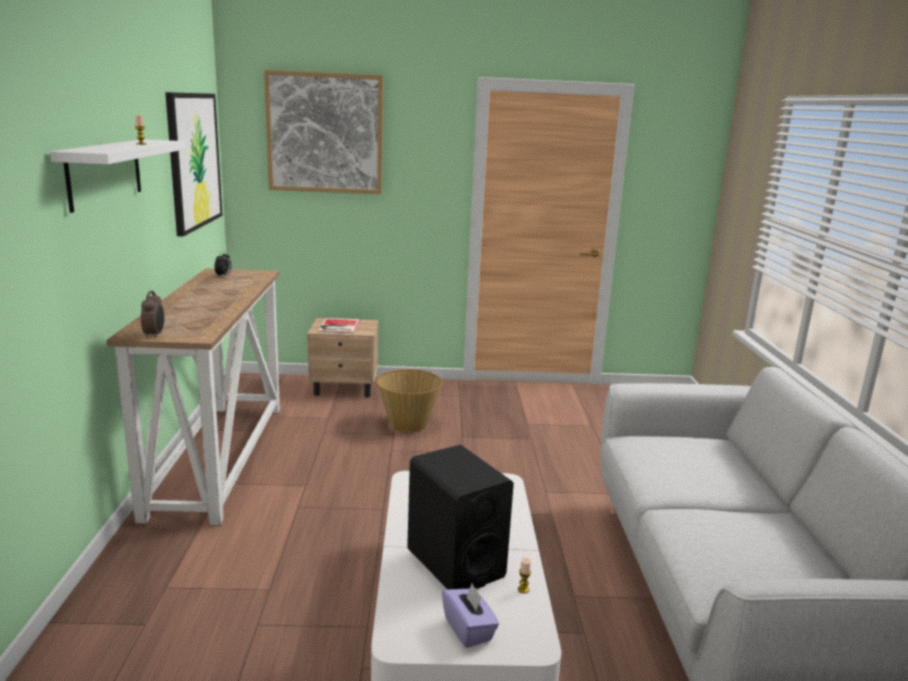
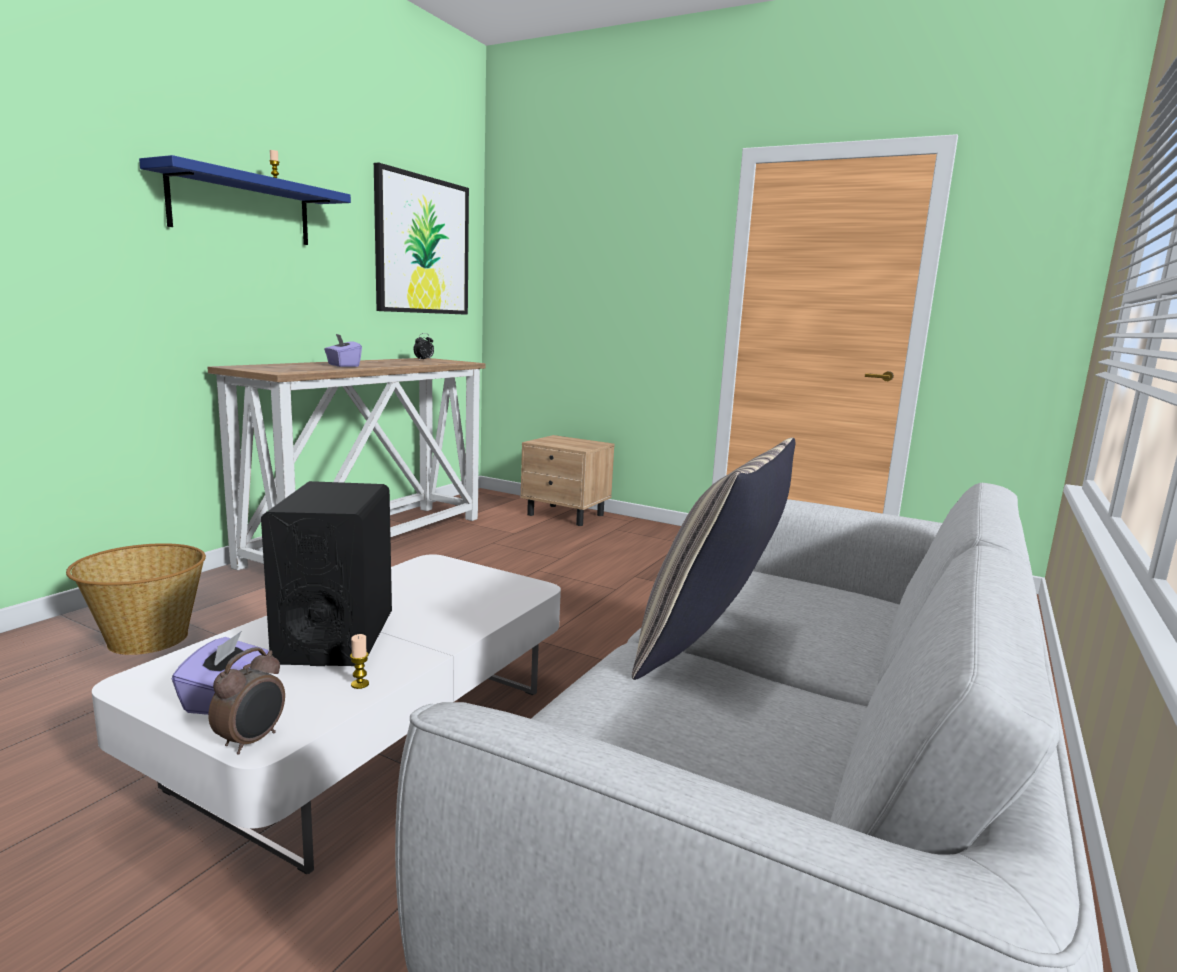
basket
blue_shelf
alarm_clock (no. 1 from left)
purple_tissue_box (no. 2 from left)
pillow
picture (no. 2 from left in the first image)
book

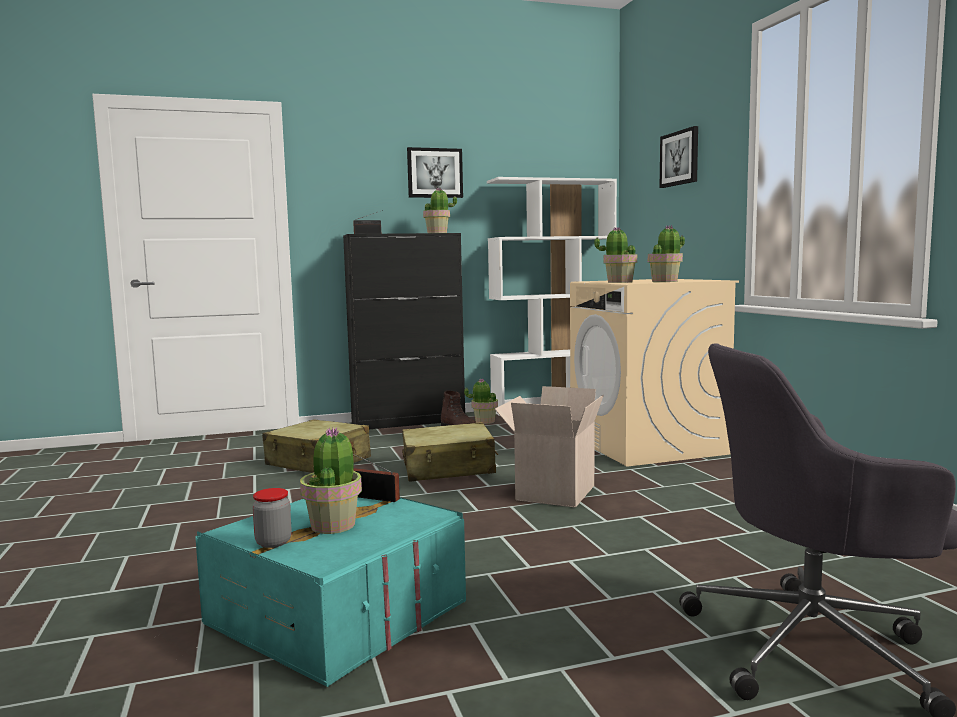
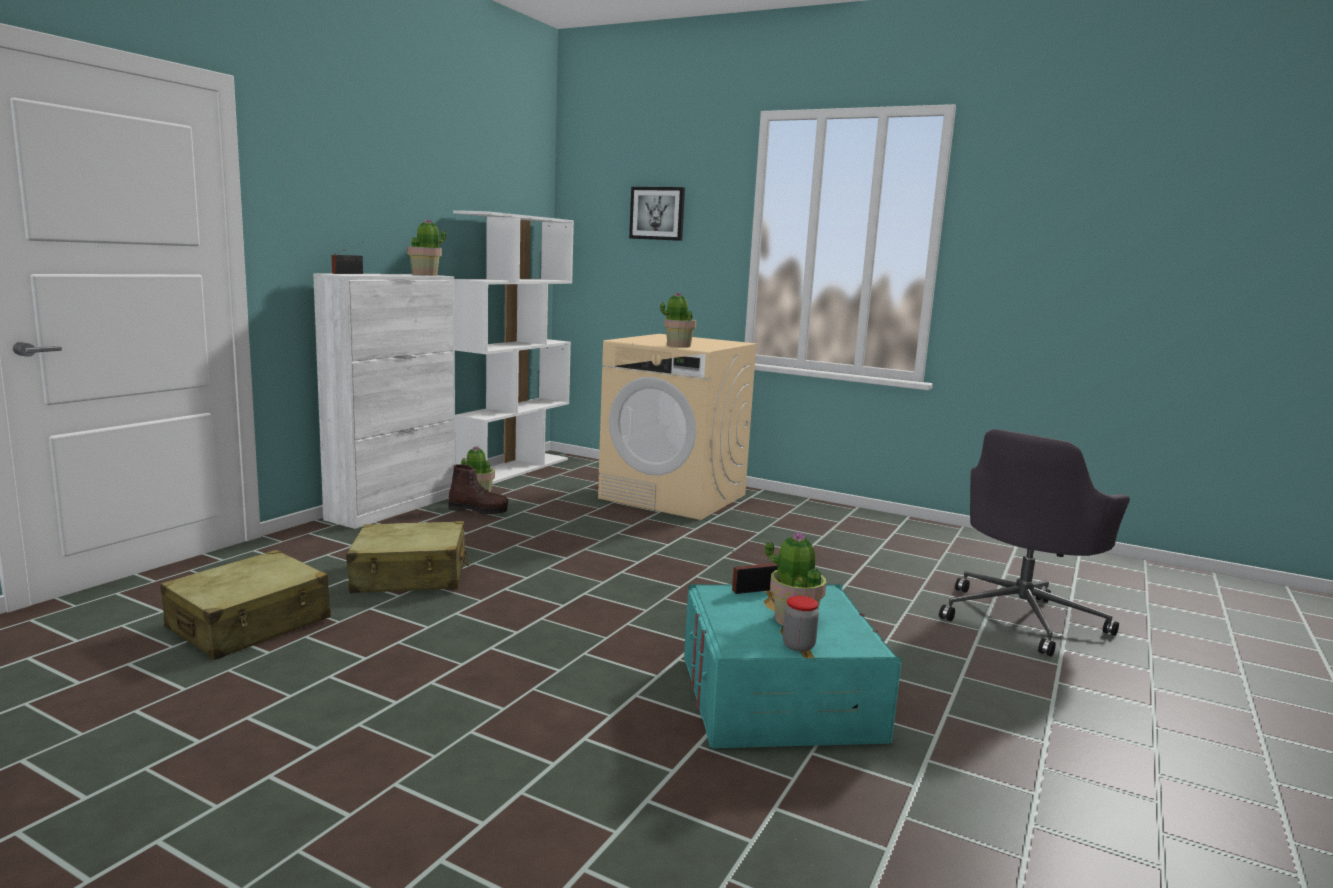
beige_suitcase (no. 1 from left)
white_cabinet
picture (no. 1 from left in the first image)
cardboard_box
potted_plant (no. 5 from left in the first image)

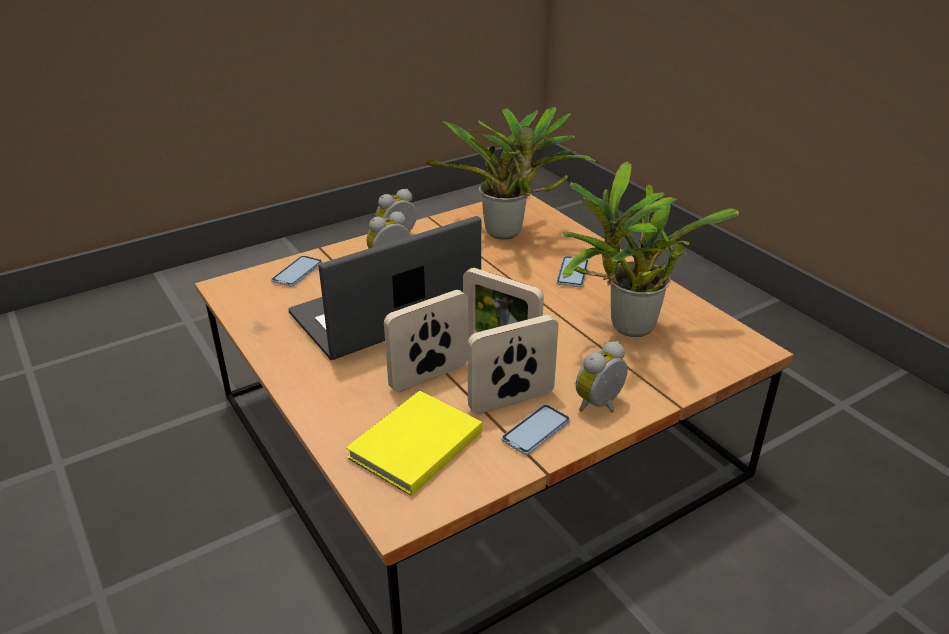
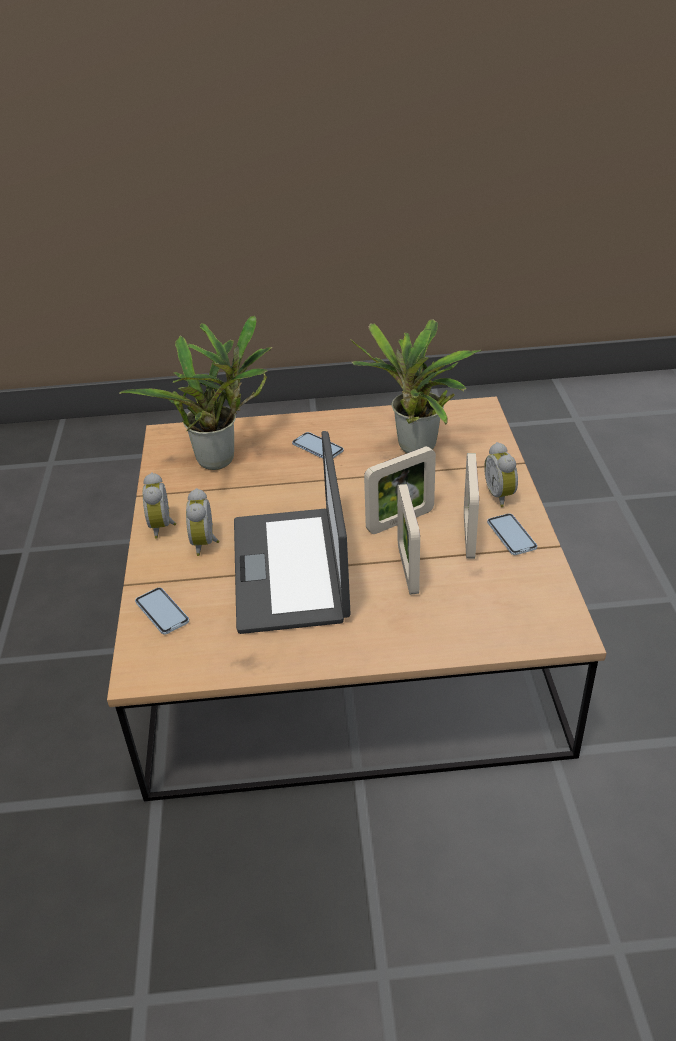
yellow_book

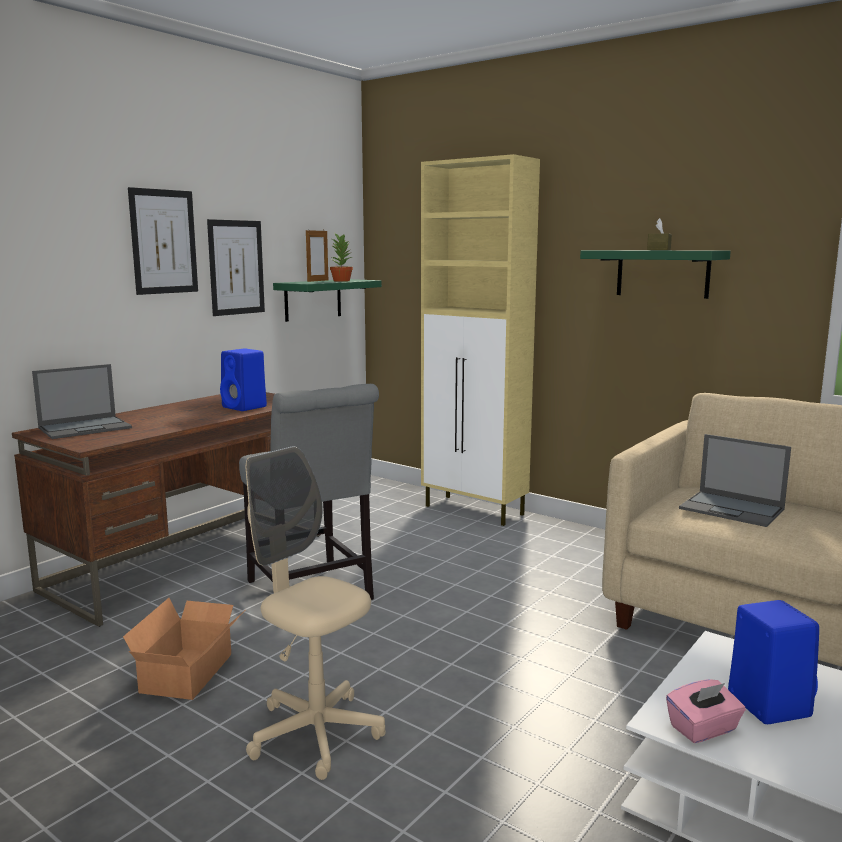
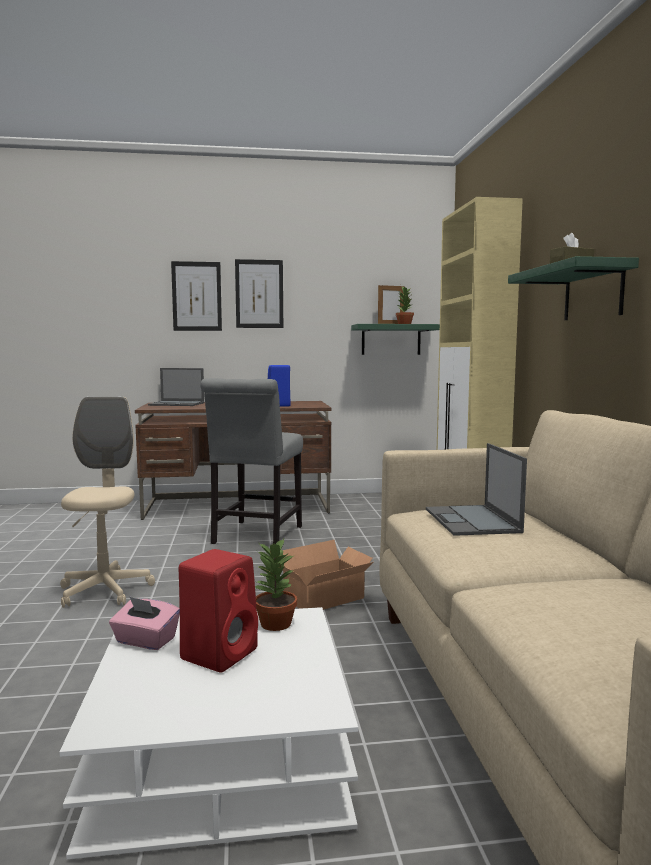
picture (no. 1 from left)
red_speaker
potted_plant (no. 1 from left)
cardboard_box

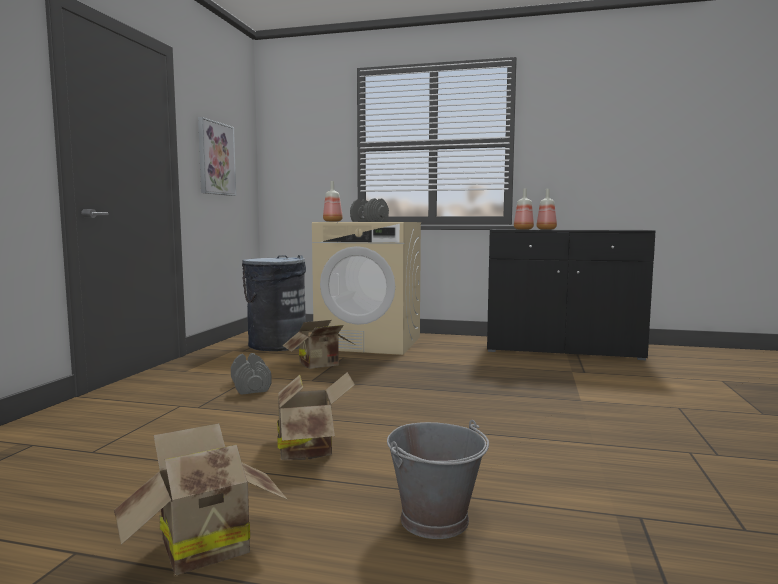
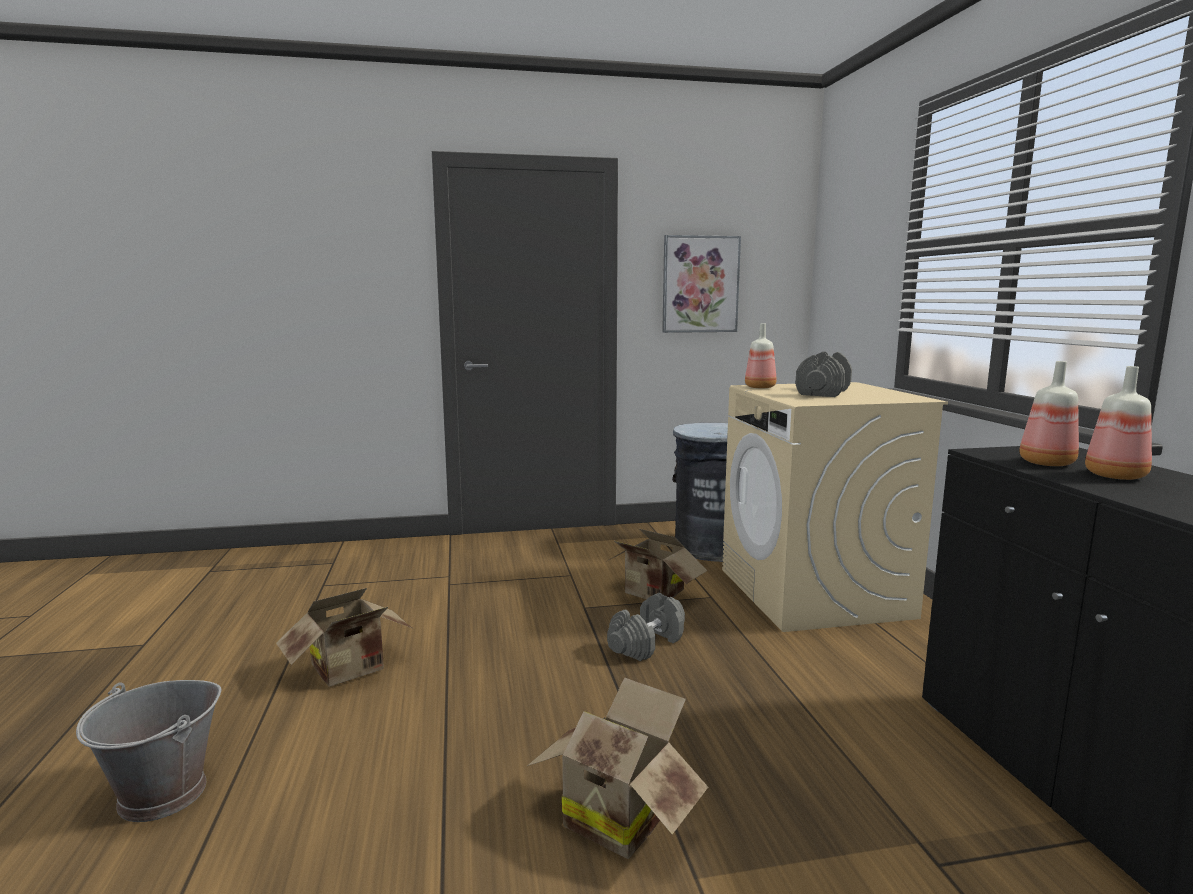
cardboard_box (no. 2 from left)
grey_dumbbell (no. 1 from left)

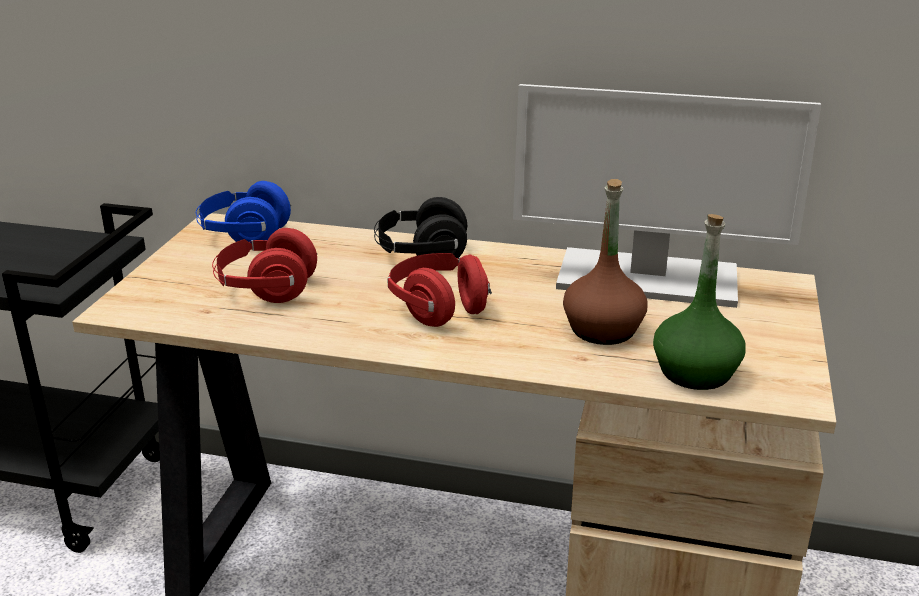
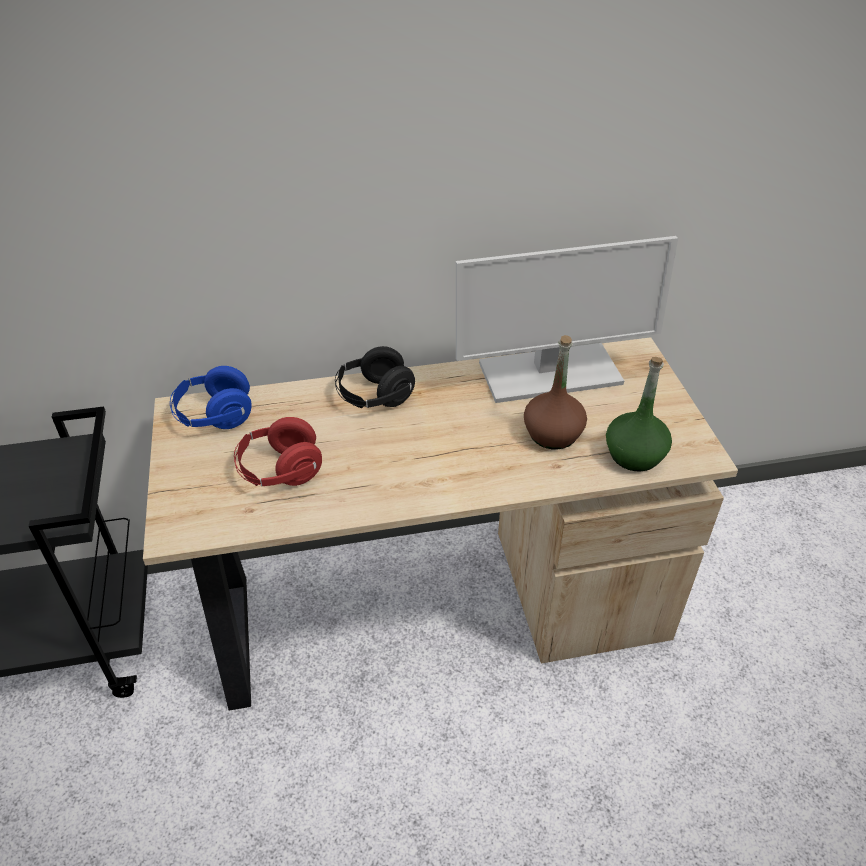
red_headphones (no. 2 from left in the first image)

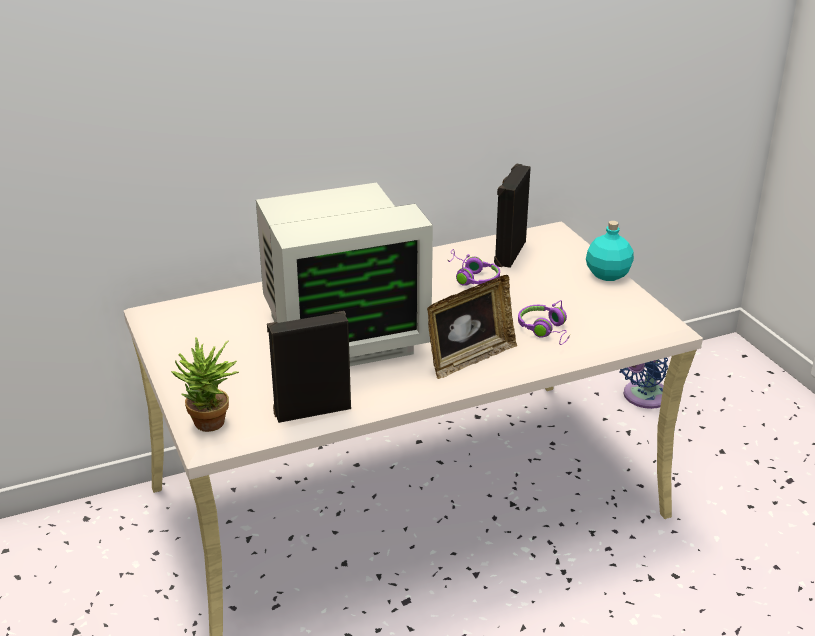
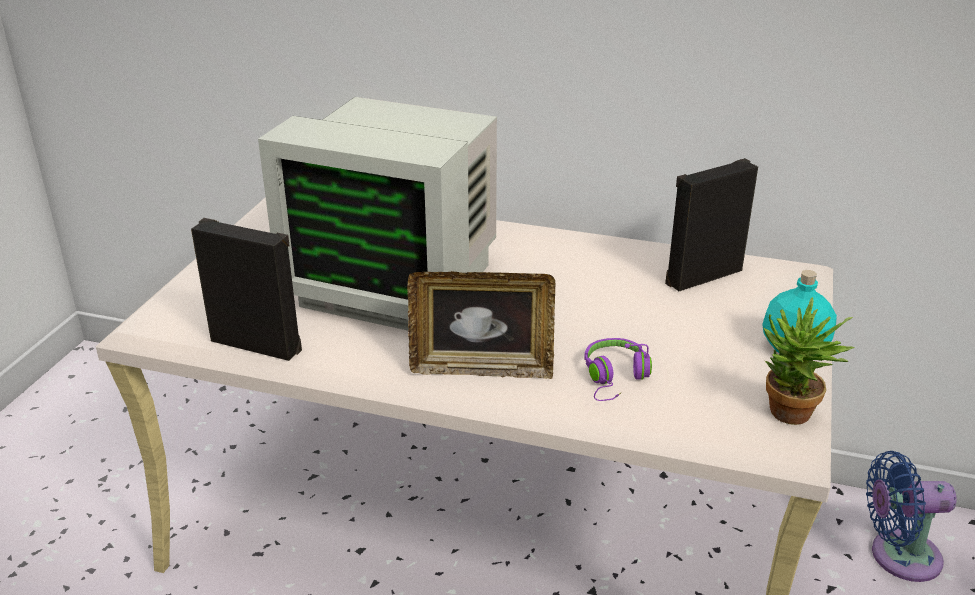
potted_plant
purple_headphones (no. 1 from left in the first image)

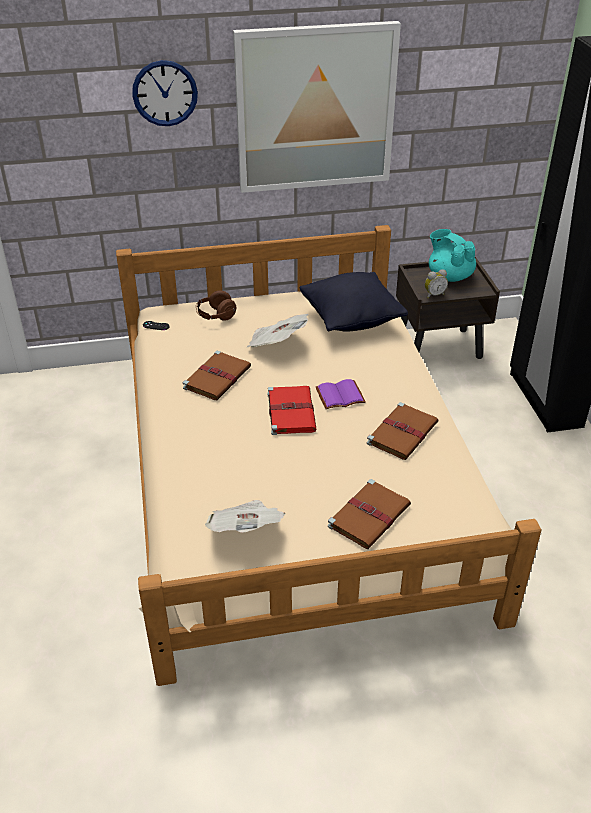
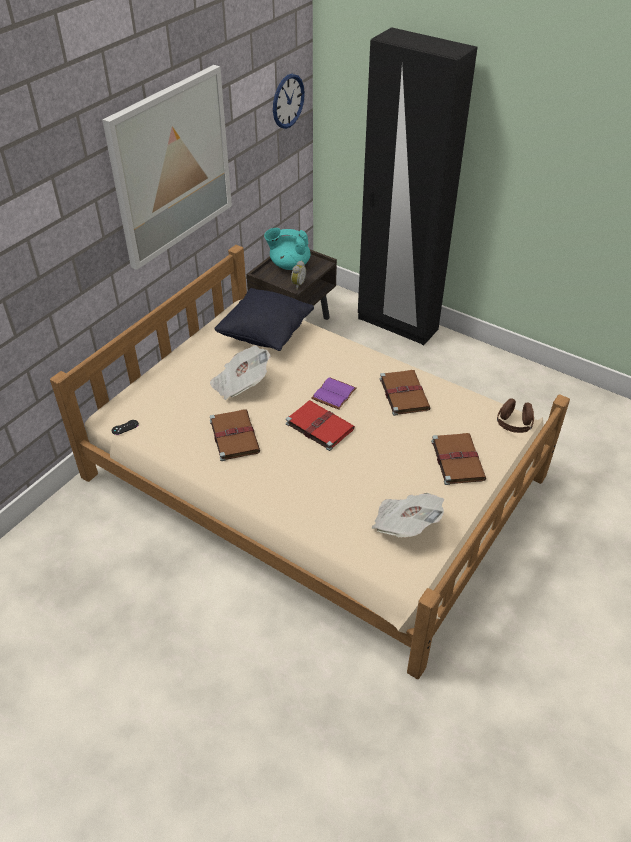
wall_clock
brown_headphones

